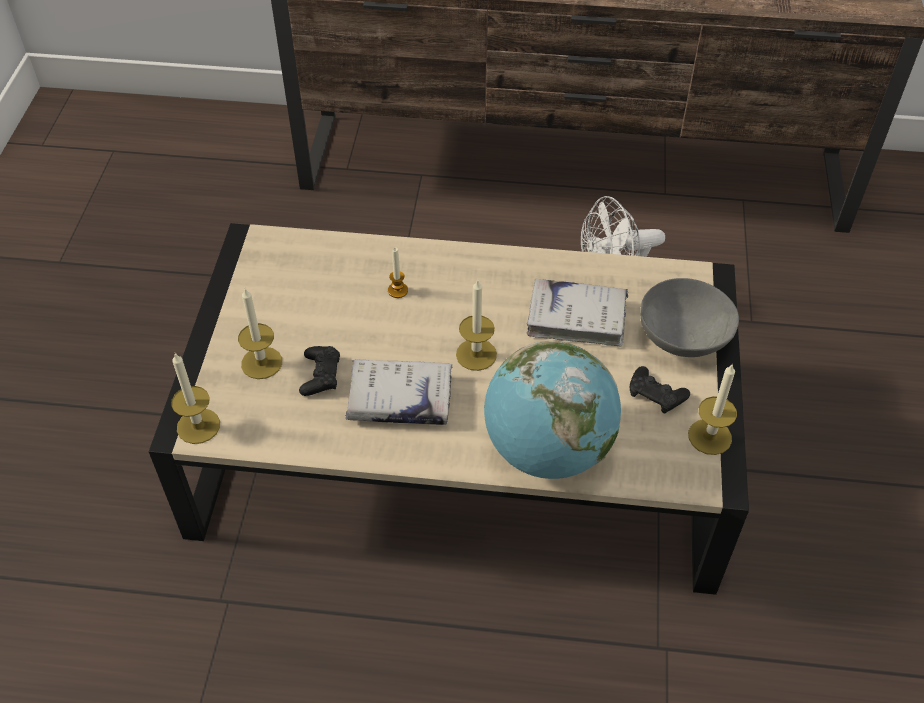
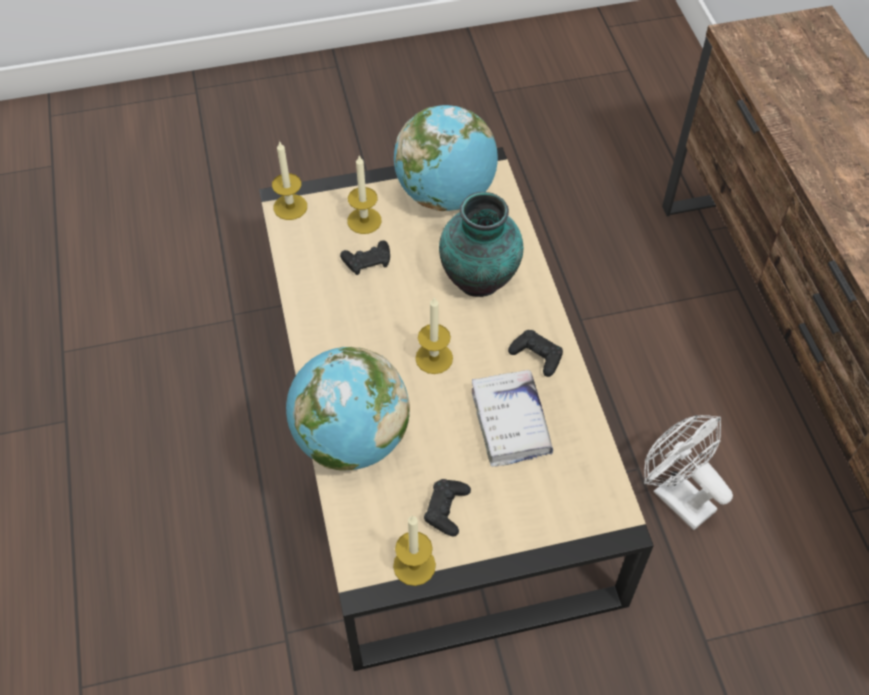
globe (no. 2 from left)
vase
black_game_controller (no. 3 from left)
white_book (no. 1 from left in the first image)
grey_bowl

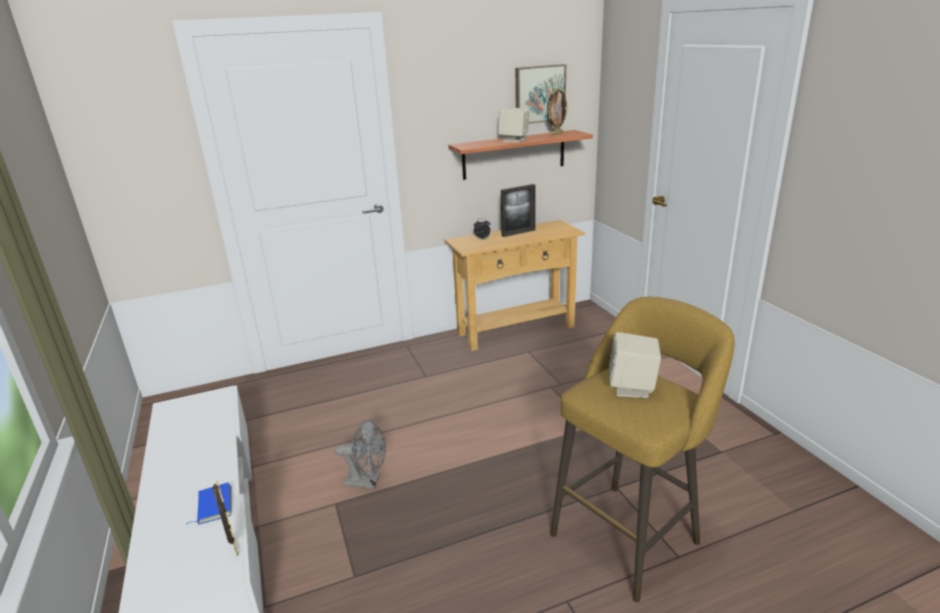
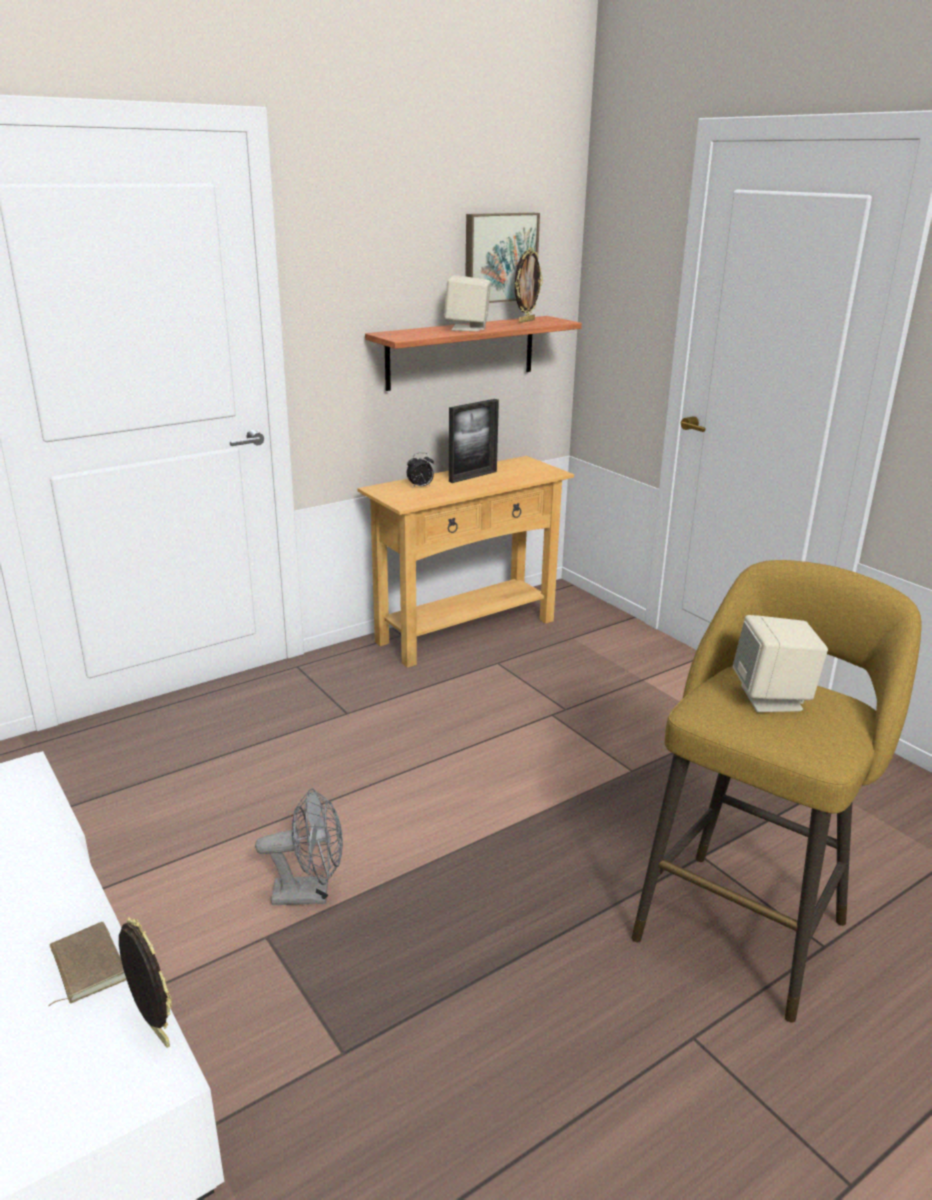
brown_book

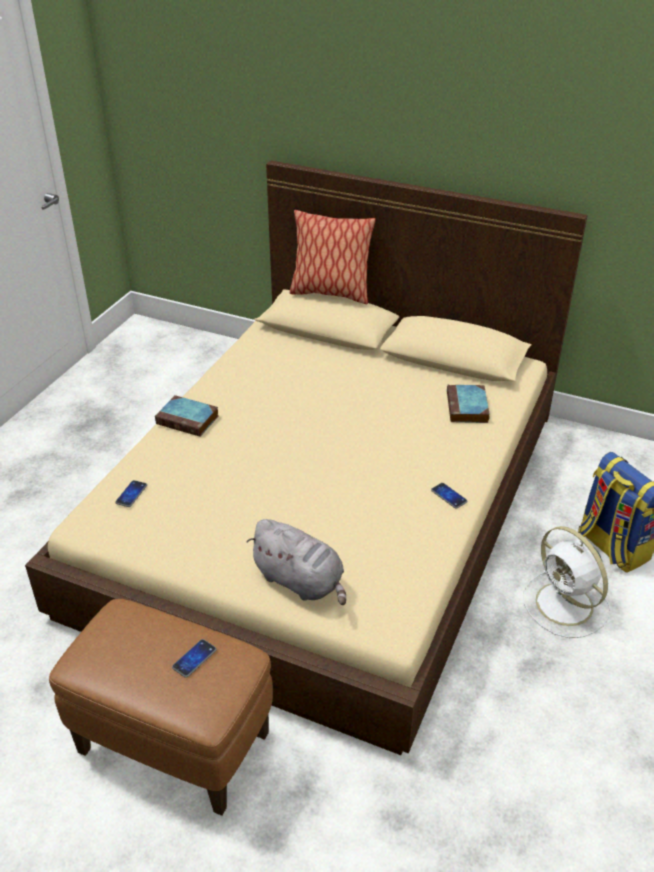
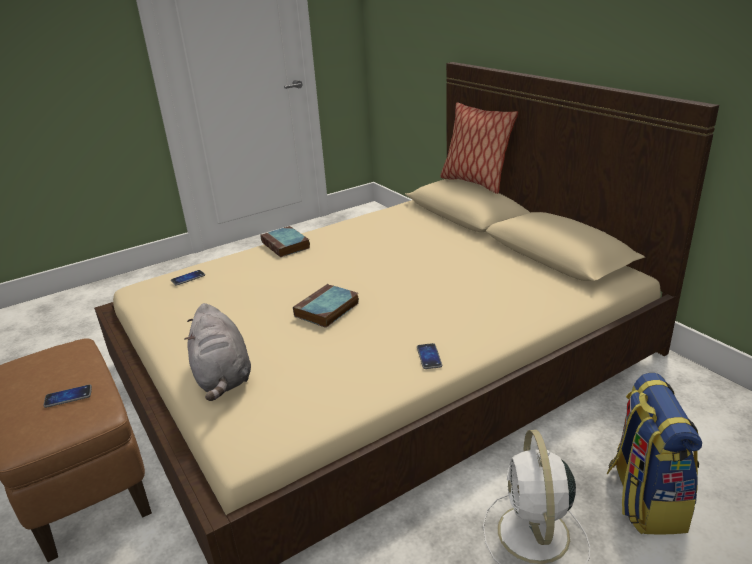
book (no. 2 from left)

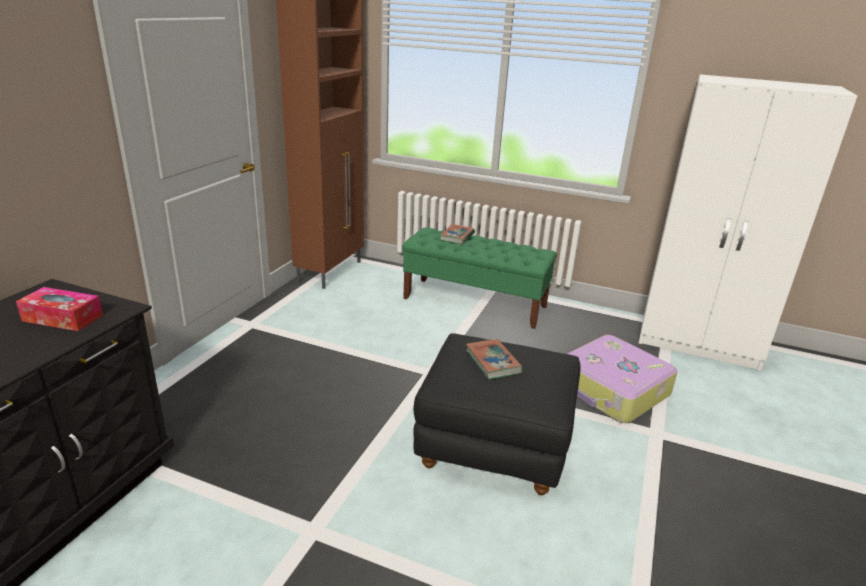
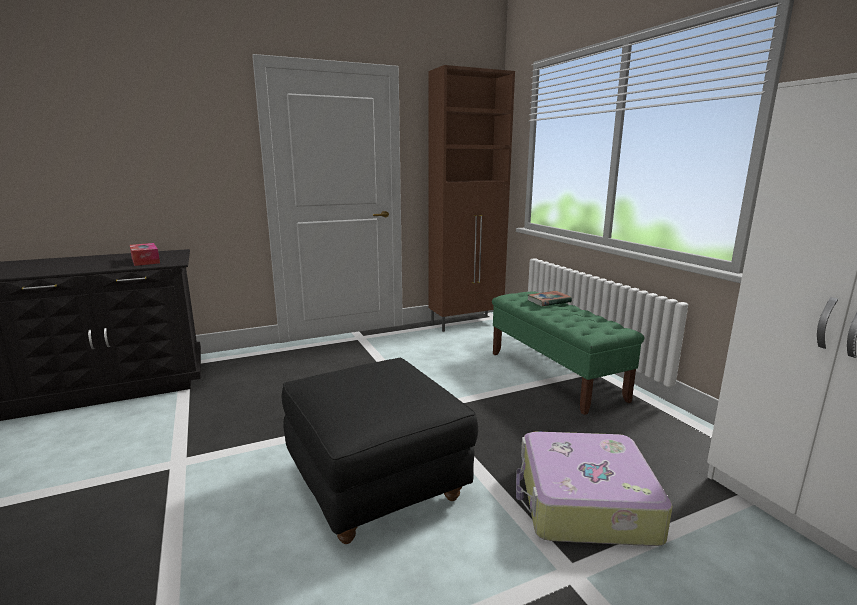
book (no. 2 from left in the first image)

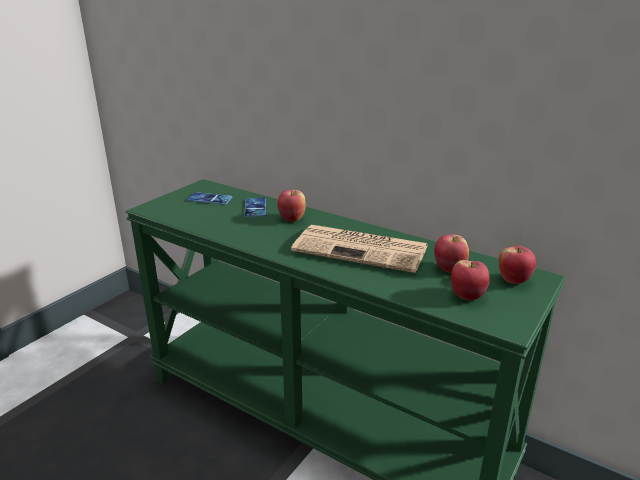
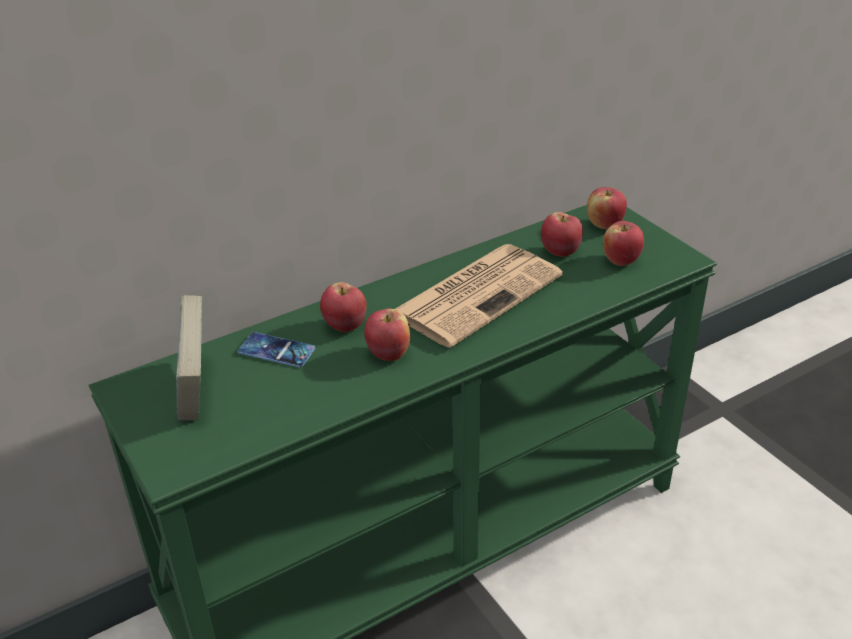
book
apple (no. 2 from left)

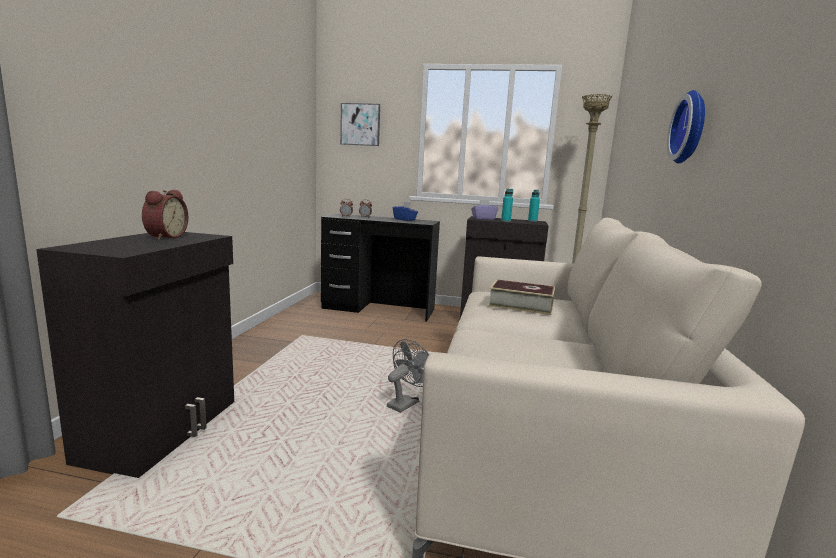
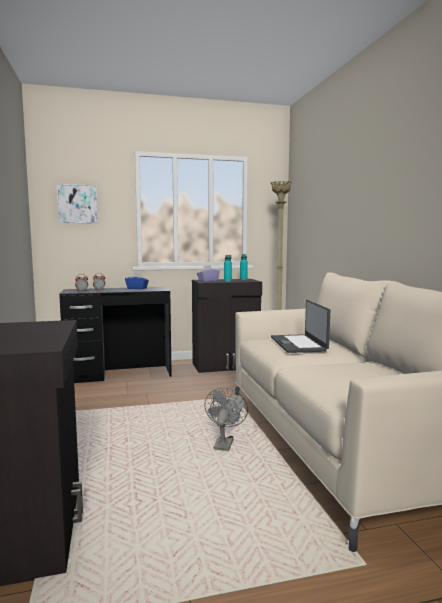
laptop
alarm_clock (no. 1 from left in the first image)
wall_clock

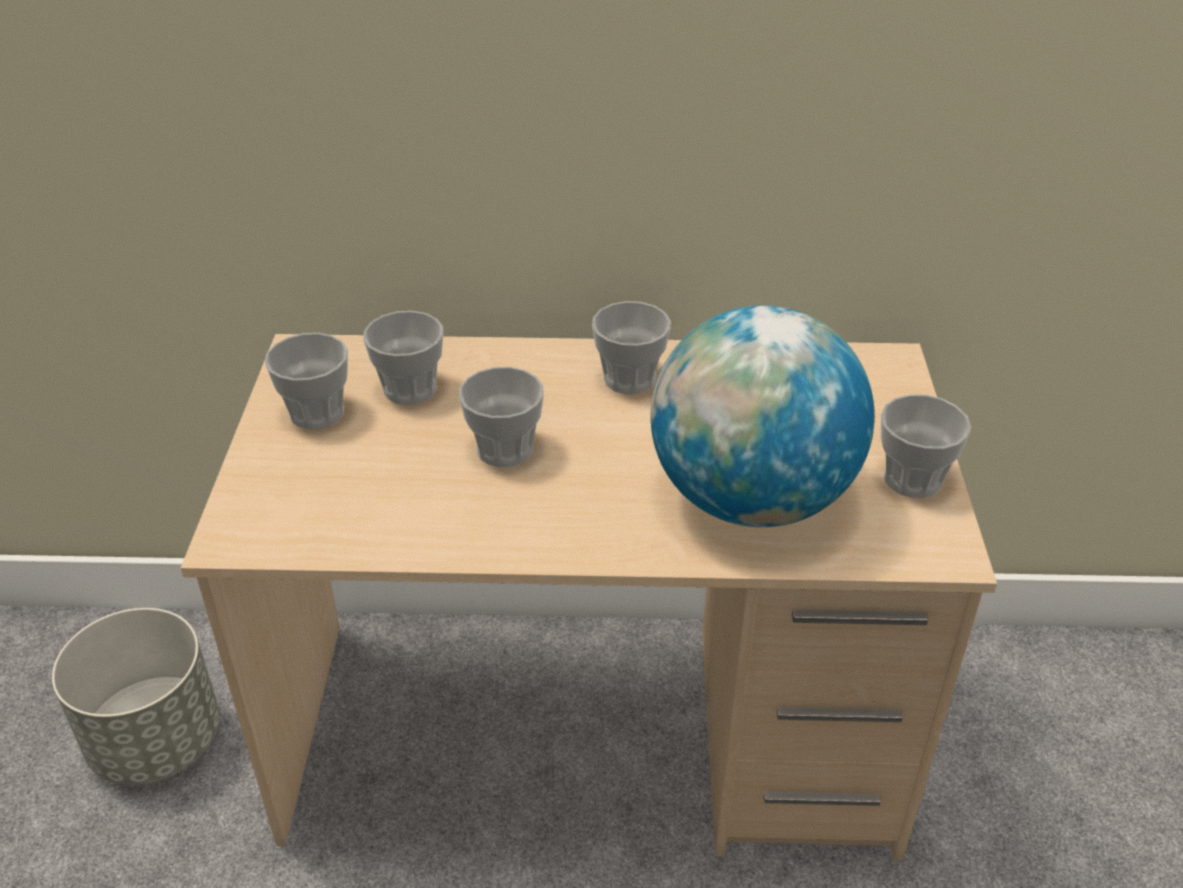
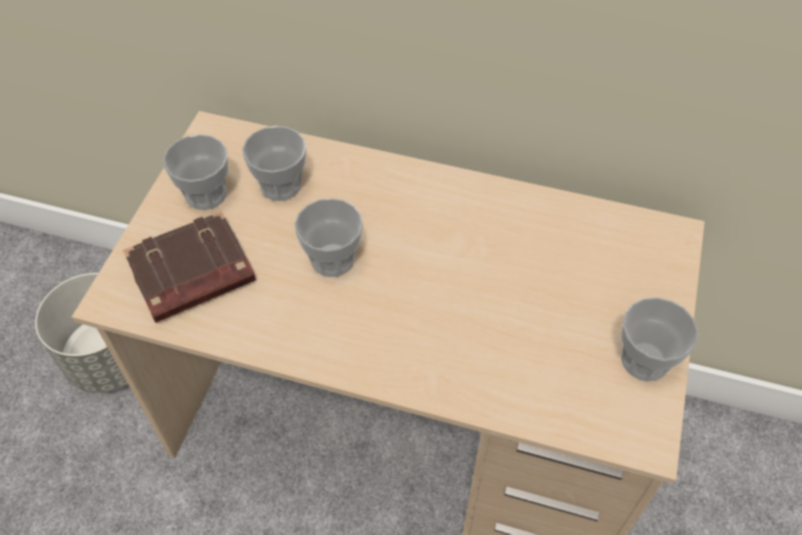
brown_book
cup (no. 4 from left in the first image)
globe

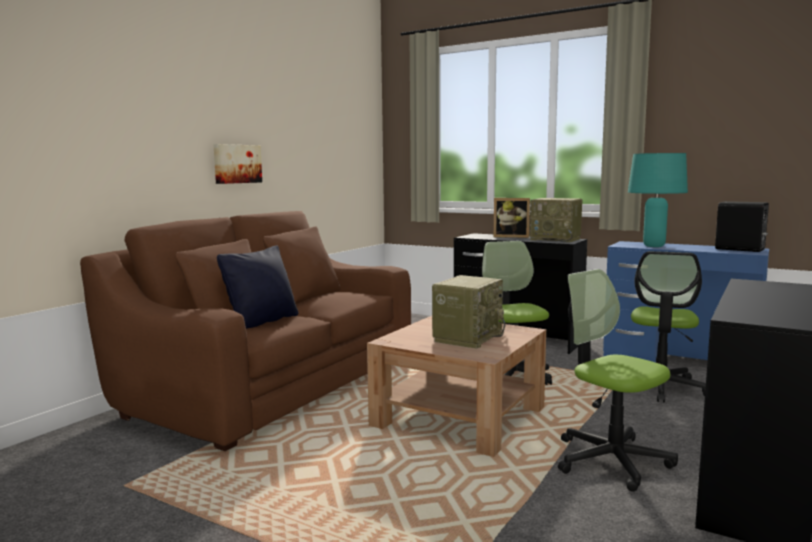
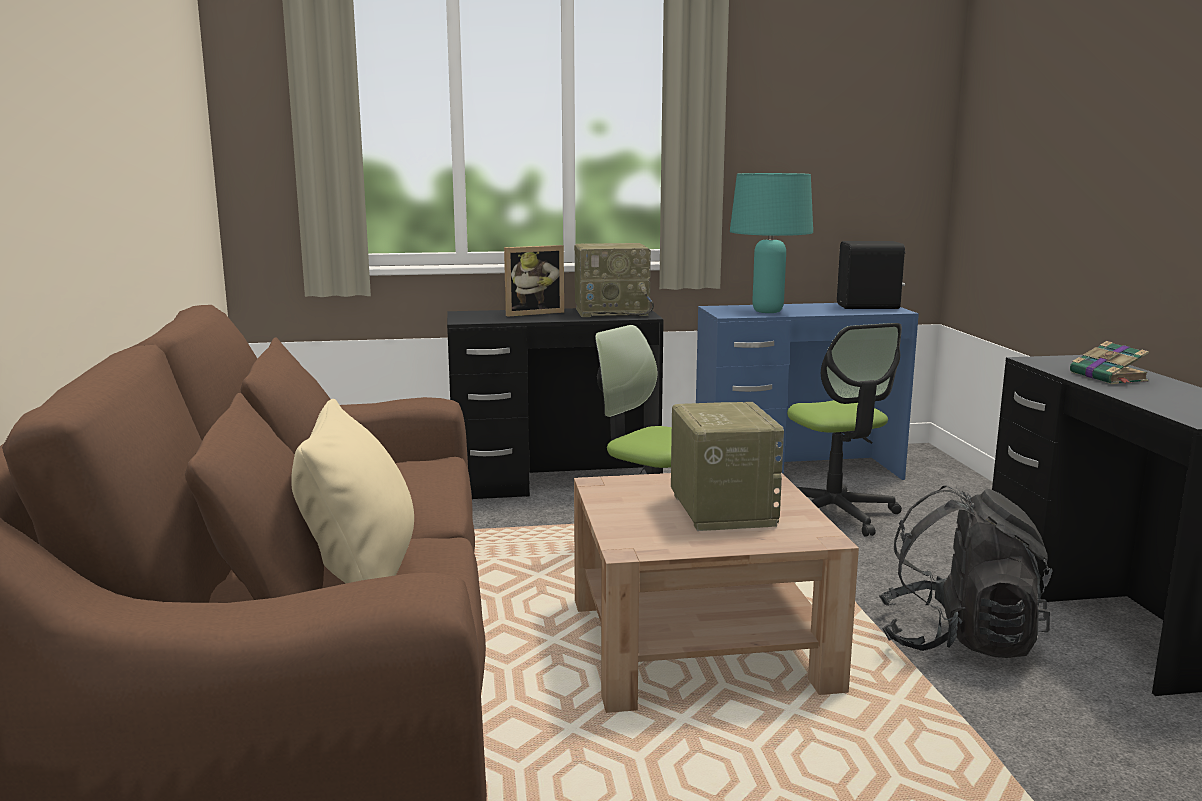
beige_pillow
black_backpack
book
picture

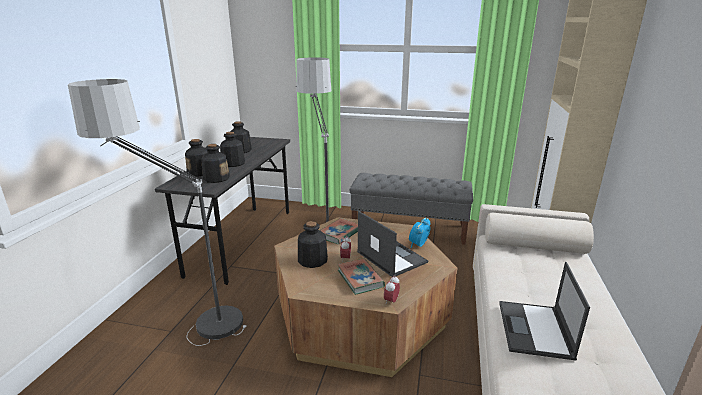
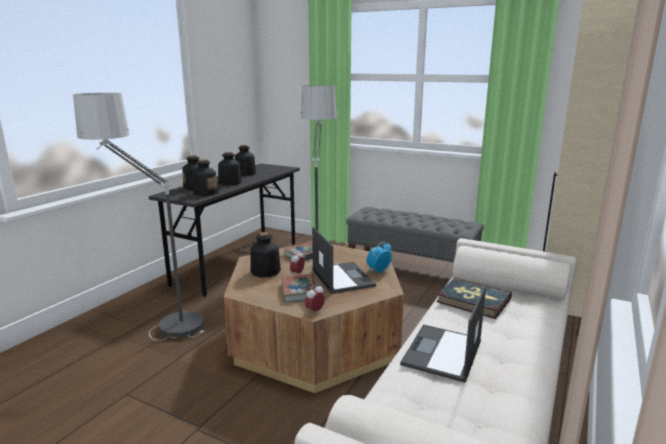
book (no. 3 from left)

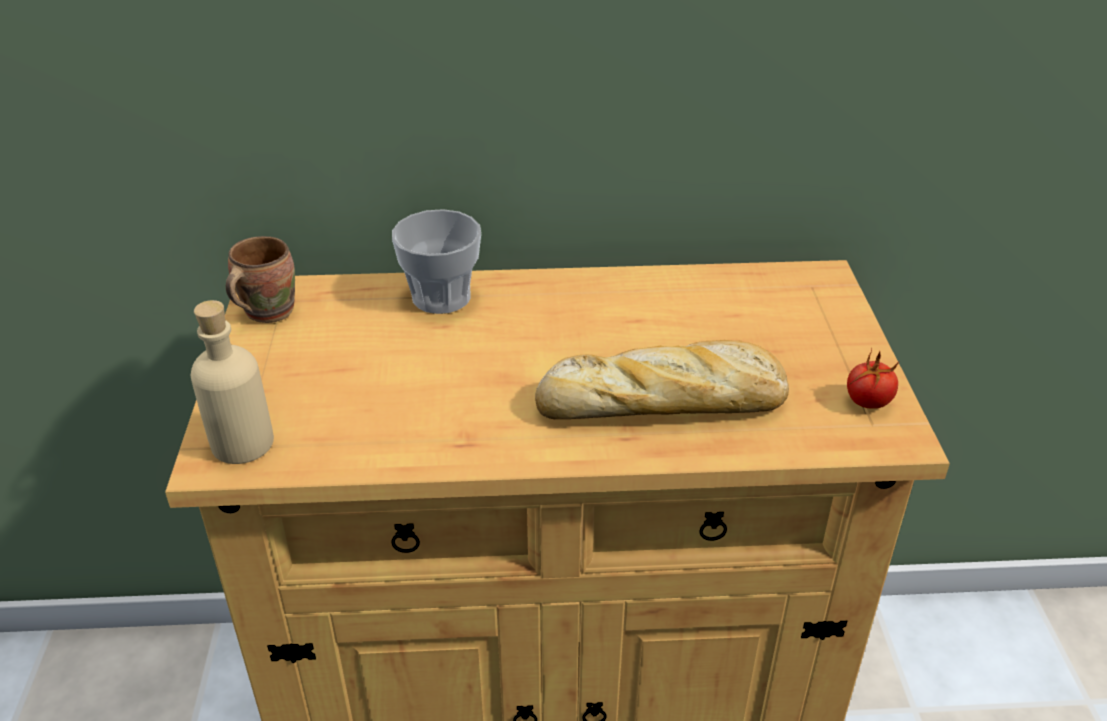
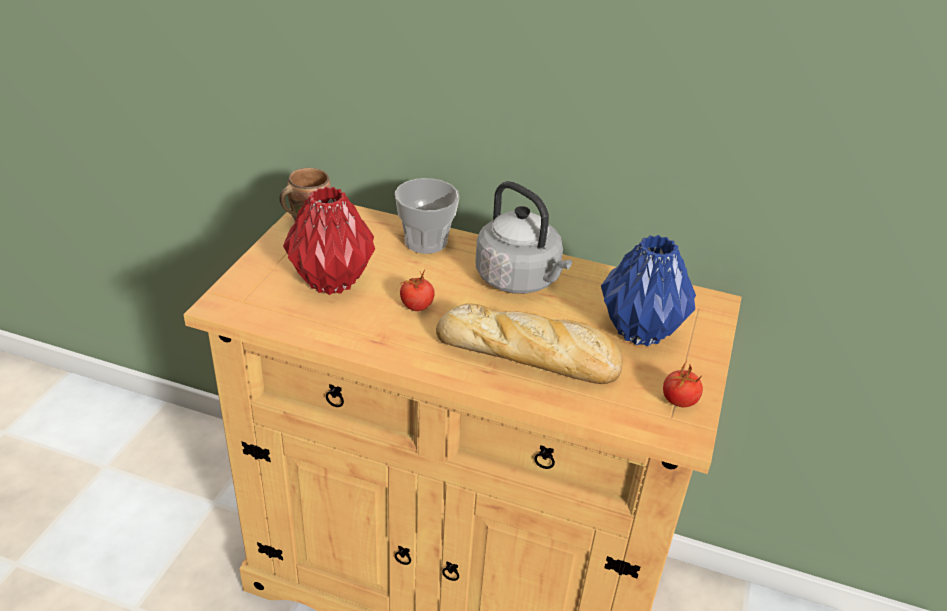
red_vase
tomato (no. 1 from left)
grey_kettle
blue_vase
beige_bottle

